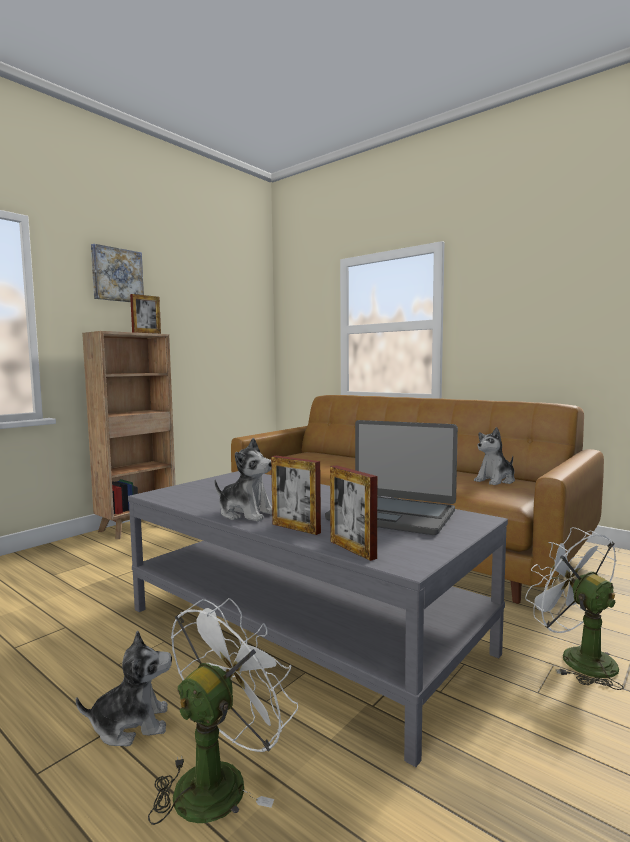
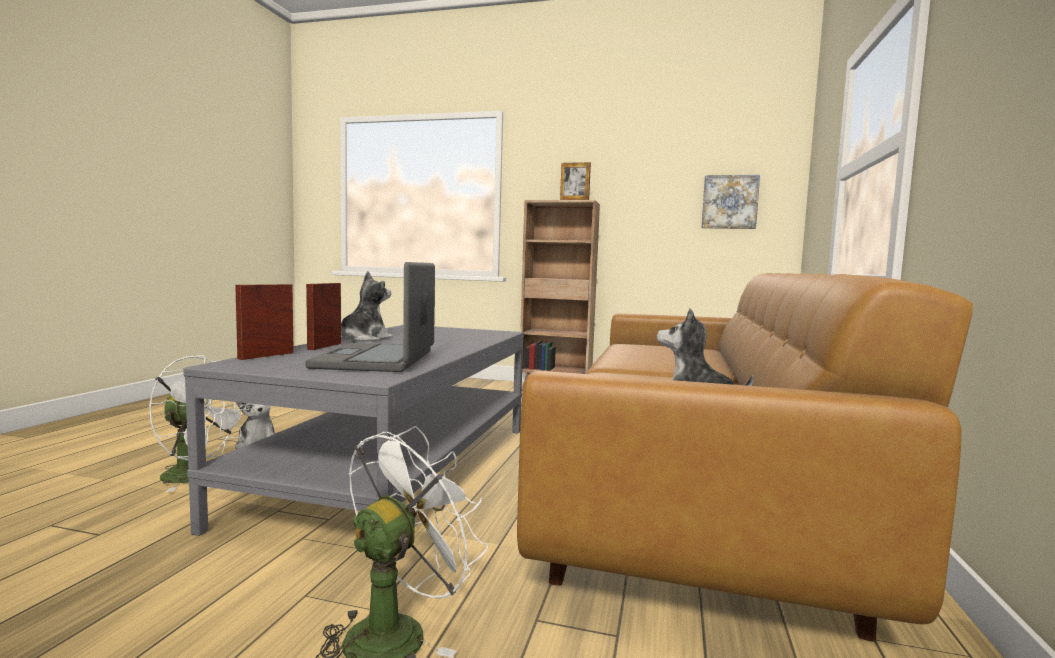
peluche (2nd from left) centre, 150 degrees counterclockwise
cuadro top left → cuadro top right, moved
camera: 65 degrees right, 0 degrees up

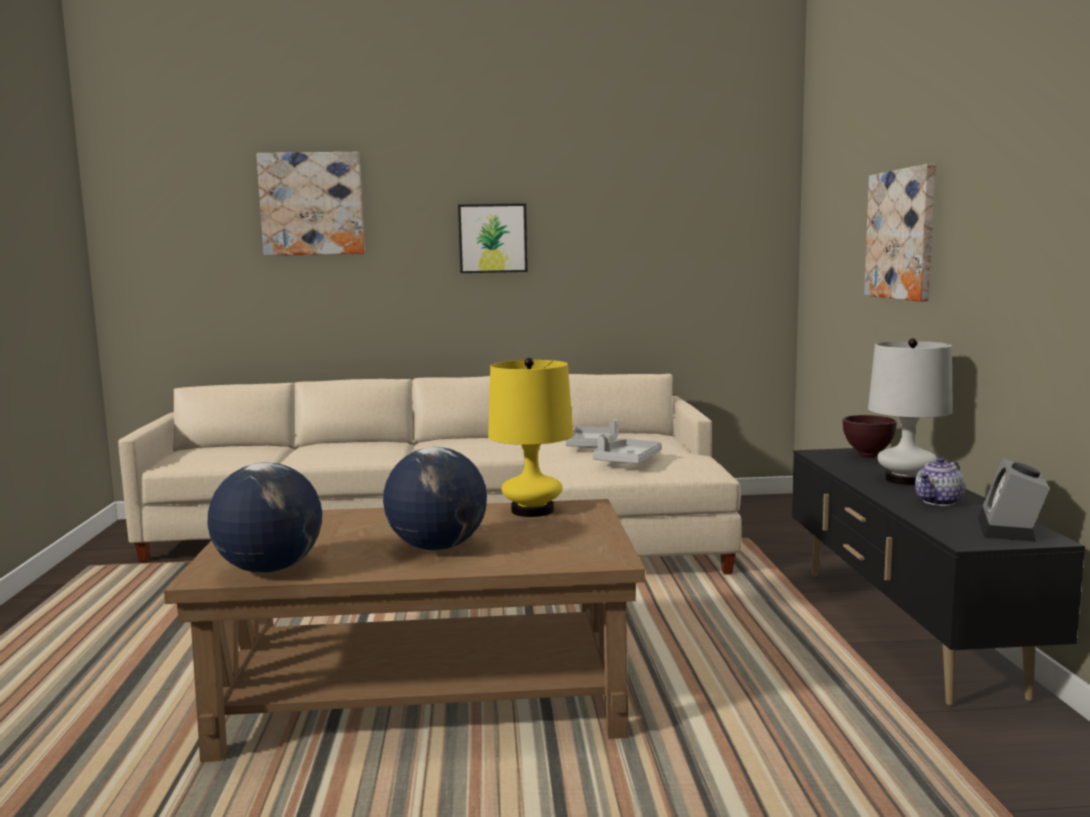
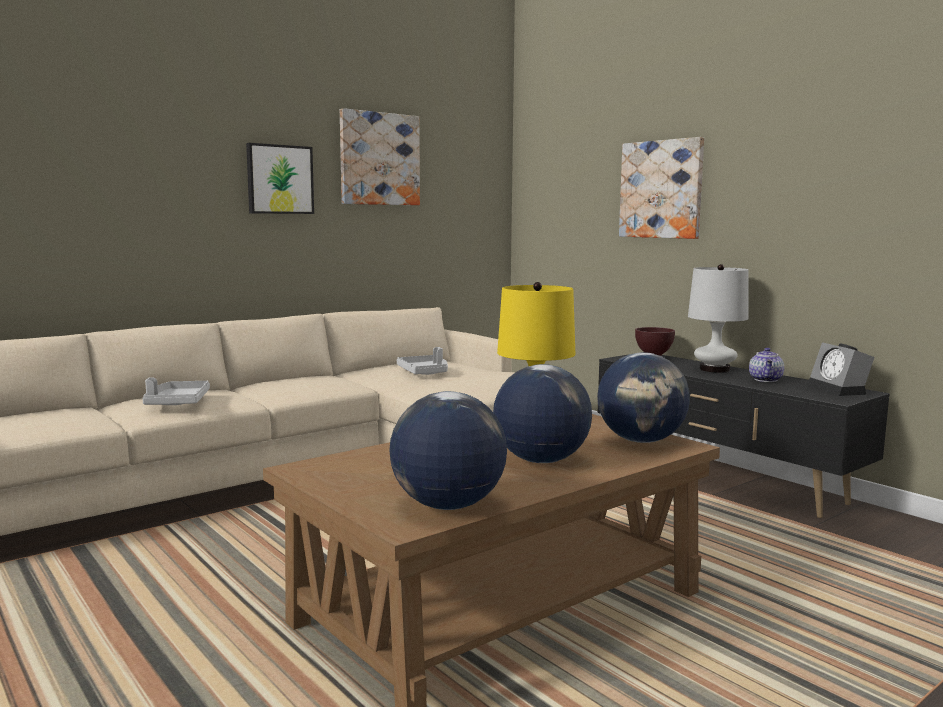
bandeja/gris (2nd from left in the first image) centre → bandeja/gris (1st from left) middle left, moved
cuadro (1st from left in the first image) top left → cuadro (2nd from left) top centre, moved
- → globo terráqueo (3rd from left) middle right
camera: 35 degrees left, 0 degrees up

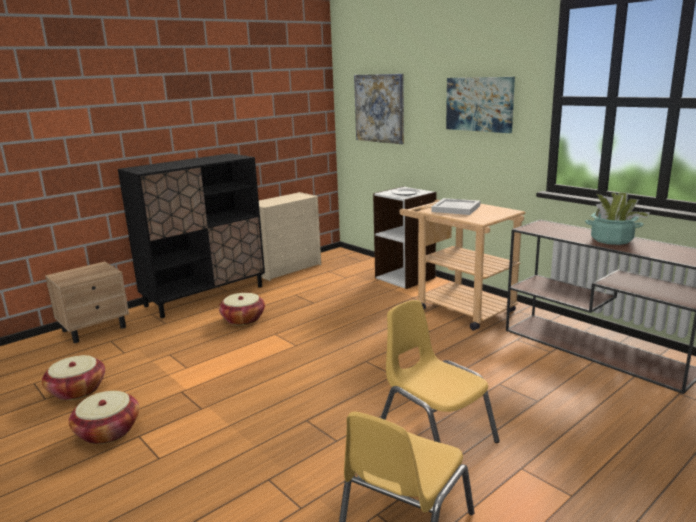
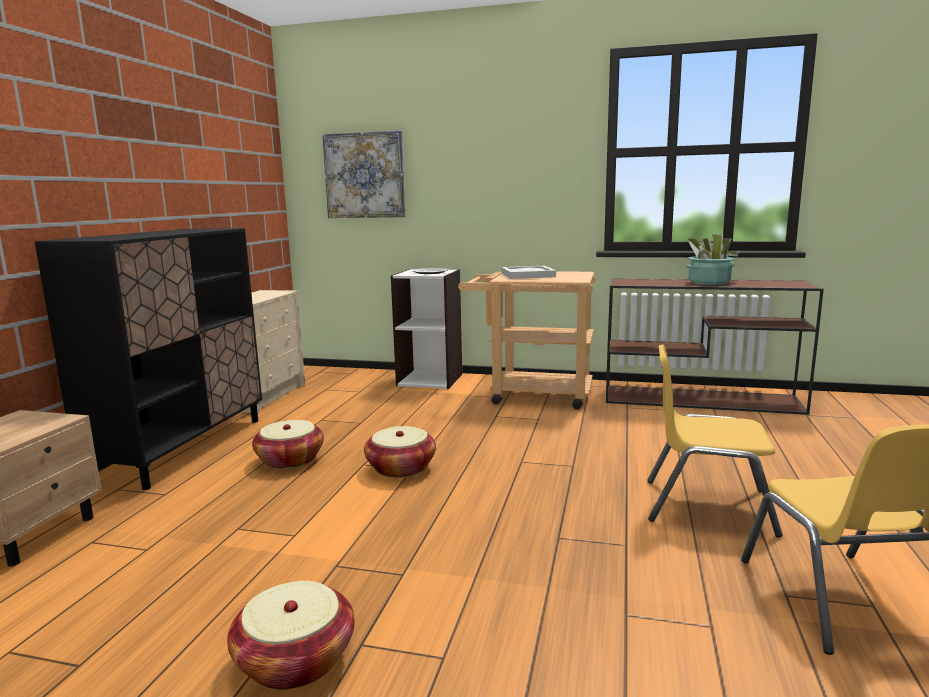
cesta (1st from left in the first image) bottom left → cesta (3rd from left) centre, moved
cuadro (2nd from left) top right → -
camera: 35 degrees left, 5 degrees down

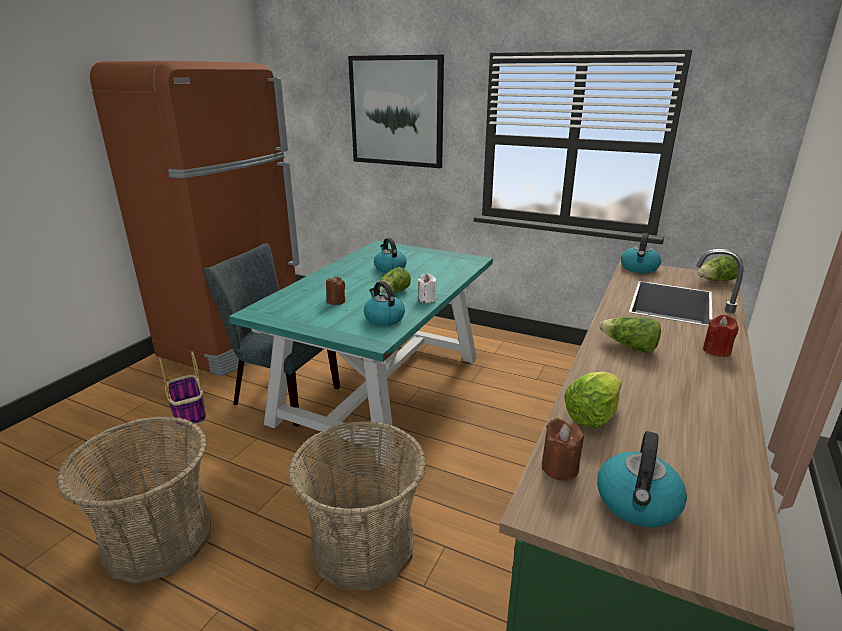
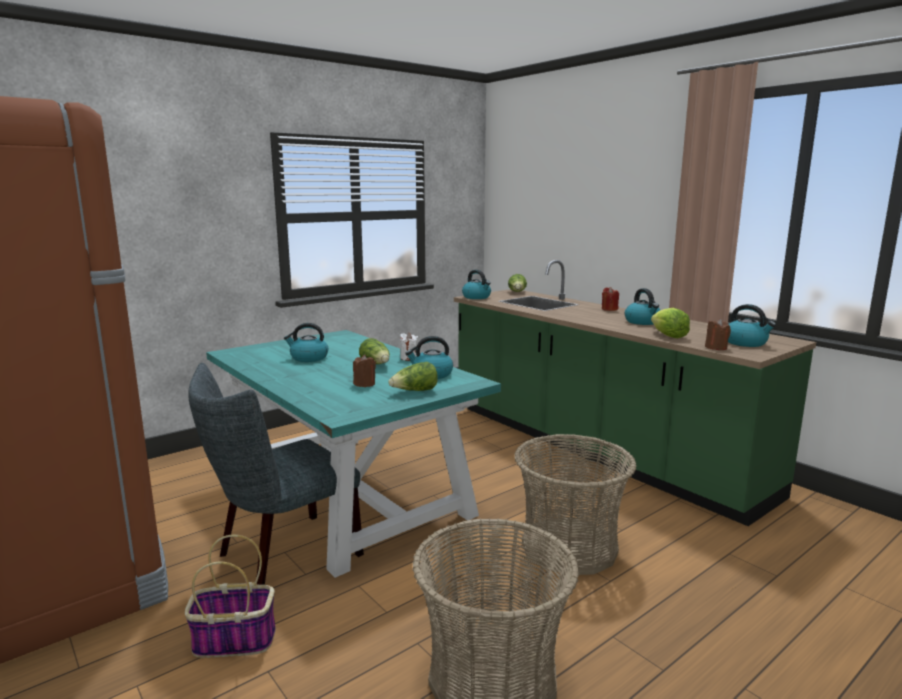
lechuga (3rd from left in the first image) middle right → lechuga (2nd from left) centre, moved
- → hervidor (4th from left) middle right
cuadro top centre → -
camera: 65 degrees left, 10 degrees down

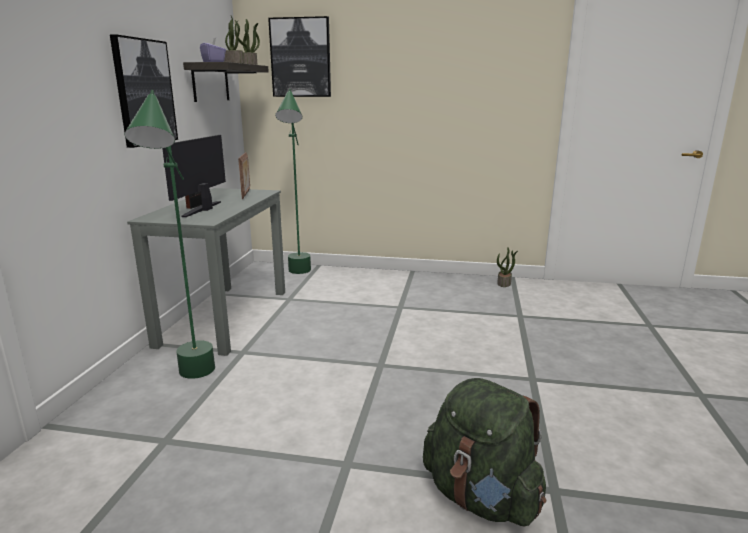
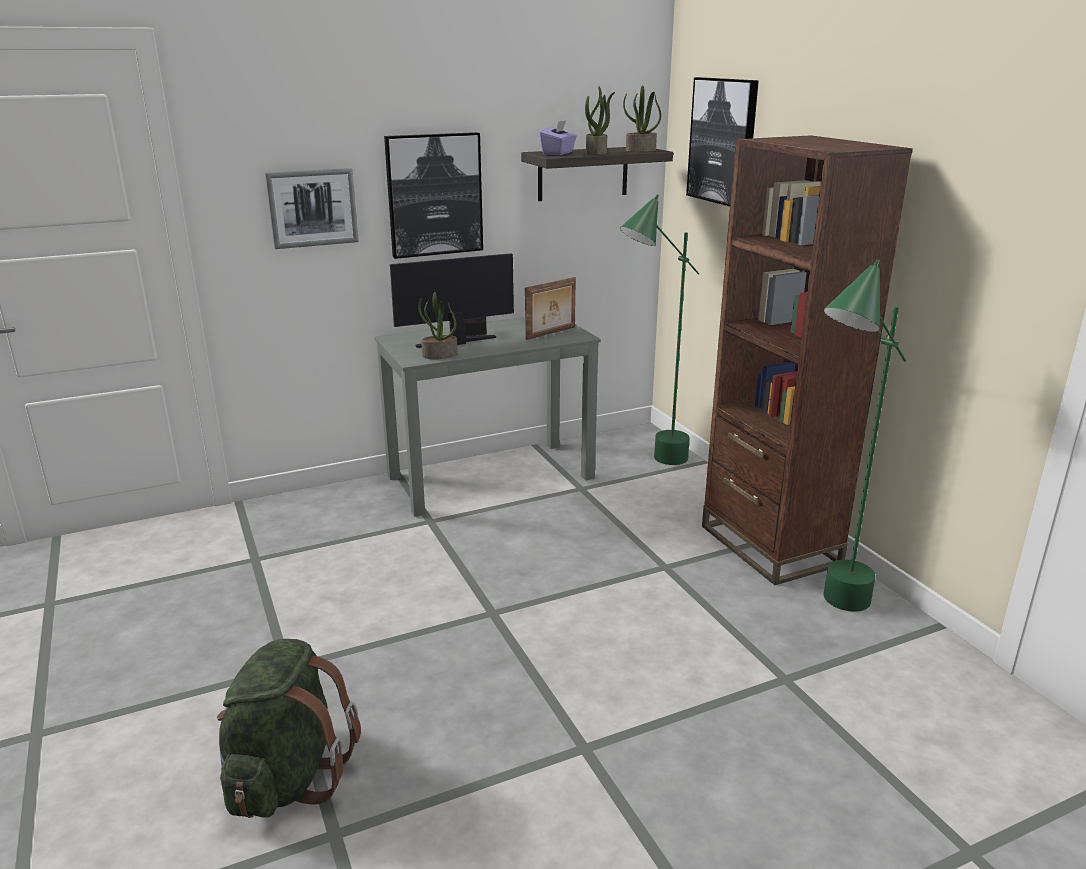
- → cuadro (1st from left) top left
planta en maceta (3rd from left in the first image) middle right → planta en maceta (1st from left) centre, moved
- → estantería/marrón middle right
lámpara de pie/verde (1st from left in the first image) middle left → lámpara de pie/verde (2nd from left) middle right, moved
camera: 55 degrees right, 5 degrees up

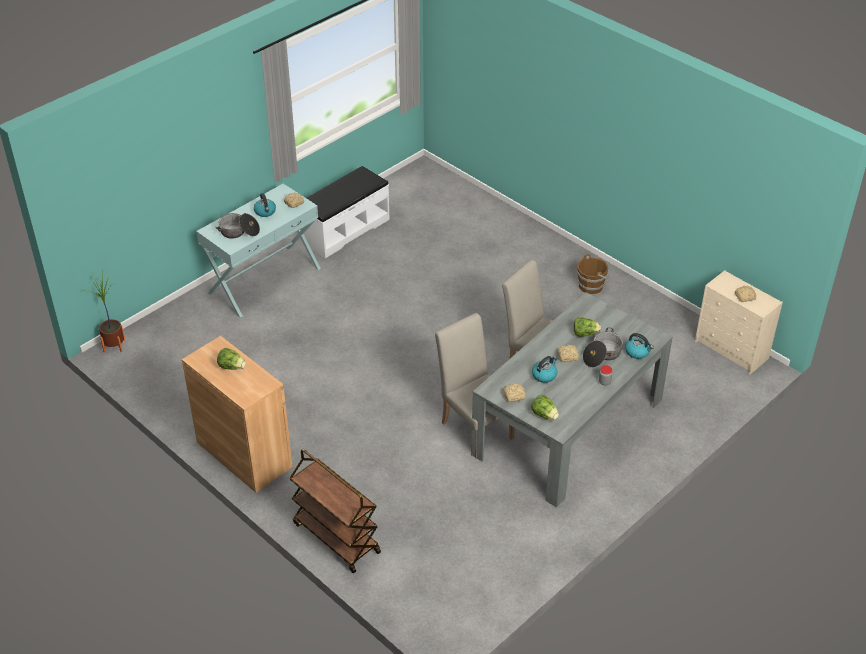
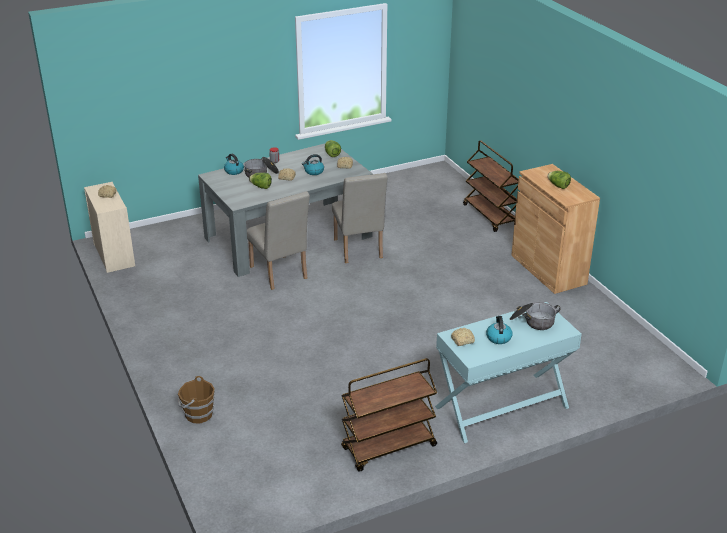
cubo/marrón middle right → cubo/marrón bottom left, moved
banco/blanco top centre → carrito/marrón (1st from left) bottom centre
planta en maceta middle left → -
camera: 160 degrees left, 10 degrees down

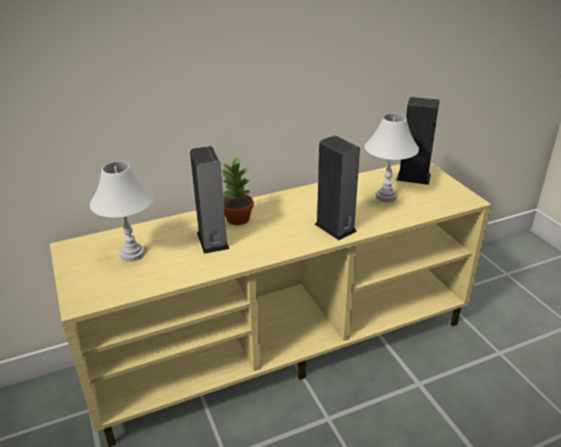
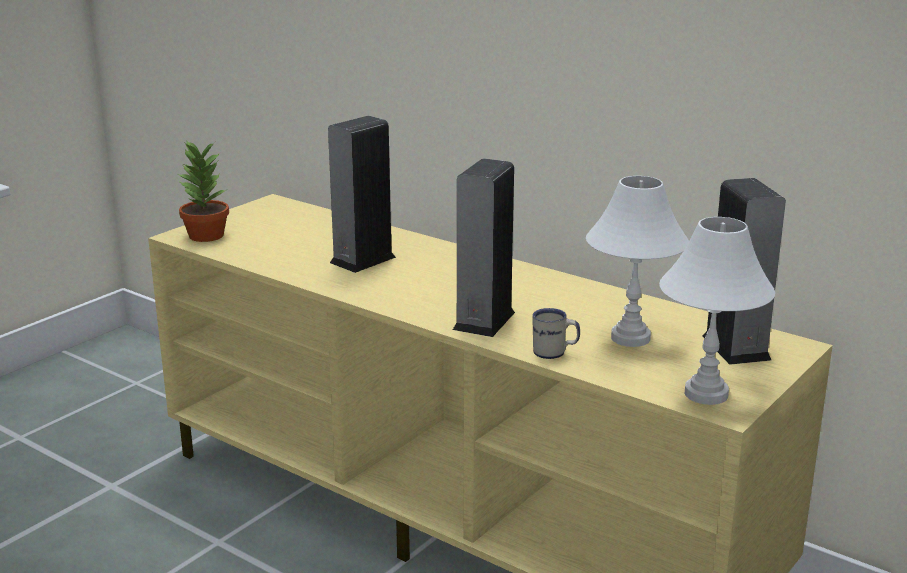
planta en maceta centre → planta en maceta middle left, moved
- → taza grande/blanco centre
lámpara de mesa/blanco (1st from left in the first image) middle left → lámpara de mesa/blanco (2nd from left) middle right, moved
camera: 60 degrees right, 10 degrees down

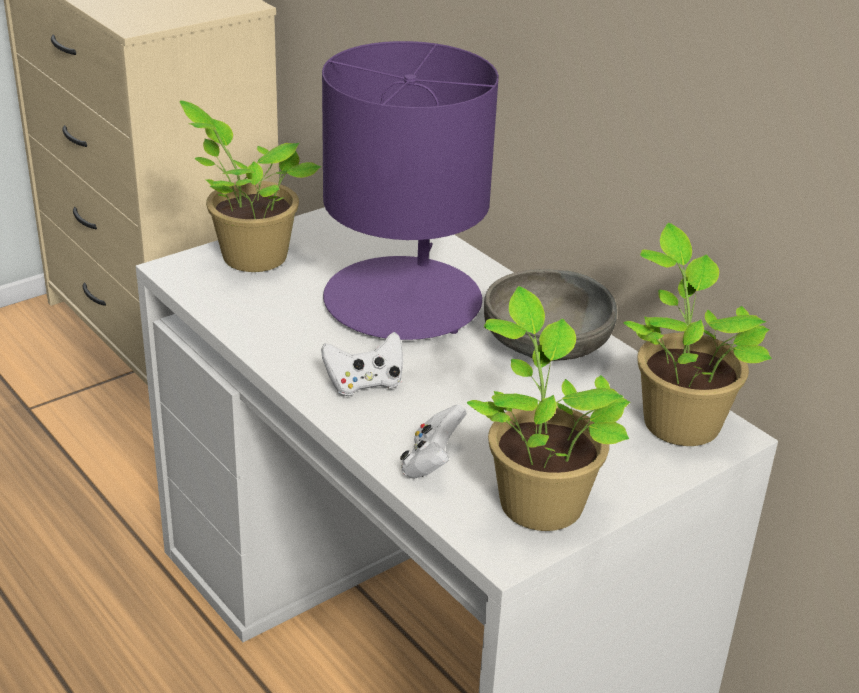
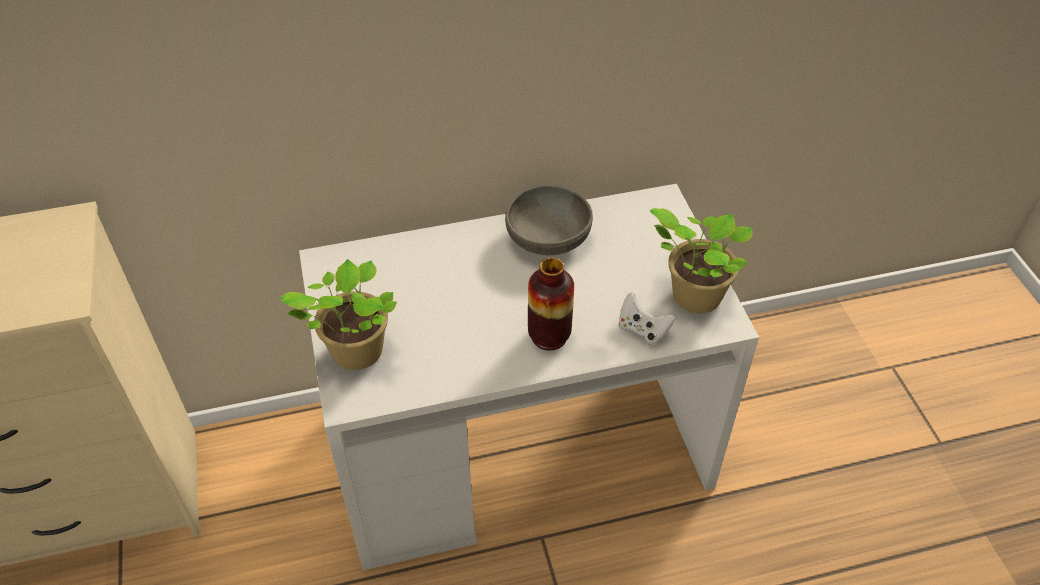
mando de consola/blanco (1st from left) centre → florero centre
lámpara de mesa/morado top centre → -
planta en maceta (3rd from left) middle right → -
camera: 65 degrees left, 15 degrees up

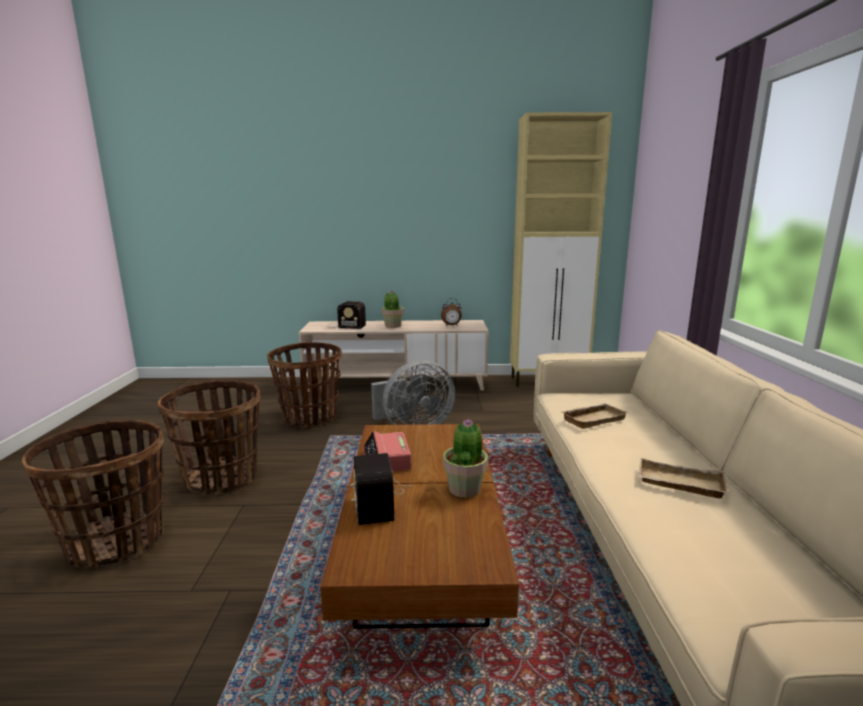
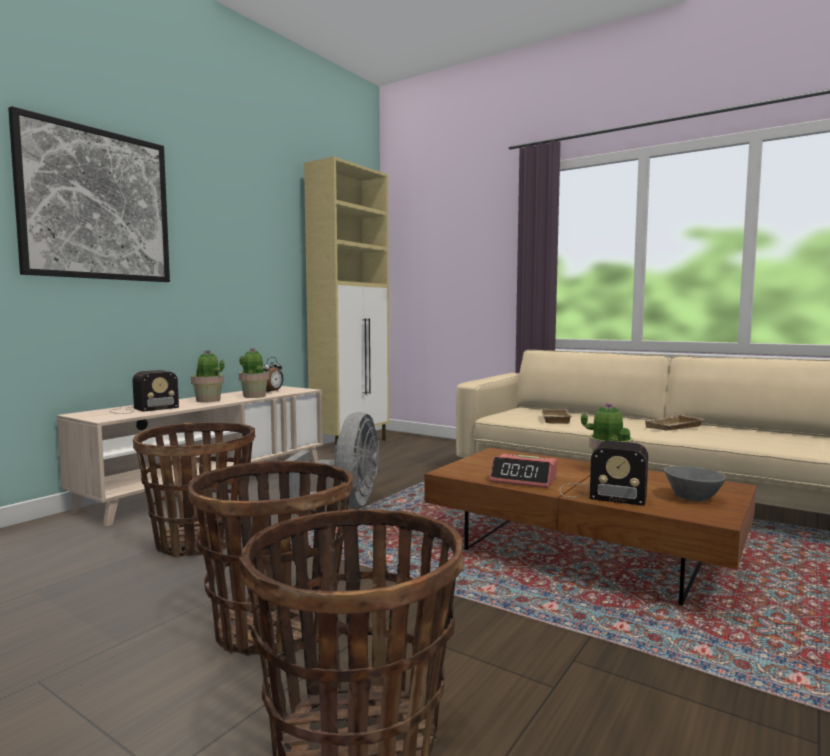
- → cuadro top left
- → planta en maceta (2nd from left) middle left
- → cuenco/gris middle right
camera: 55 degrees left, 10 degrees down

